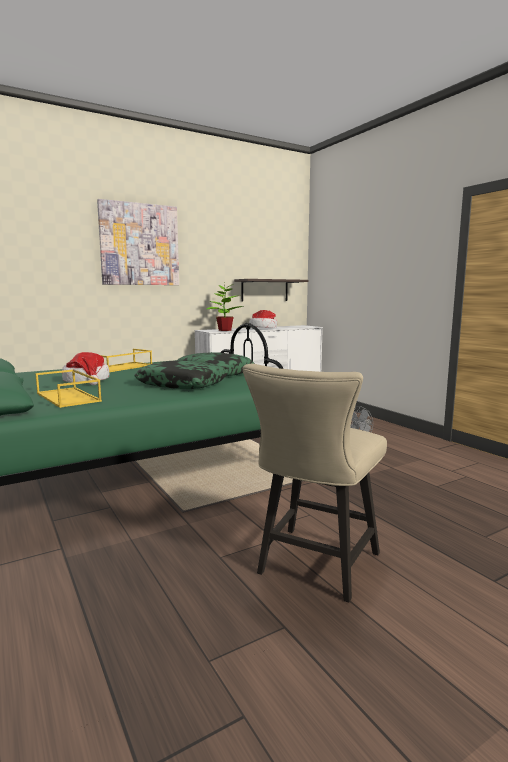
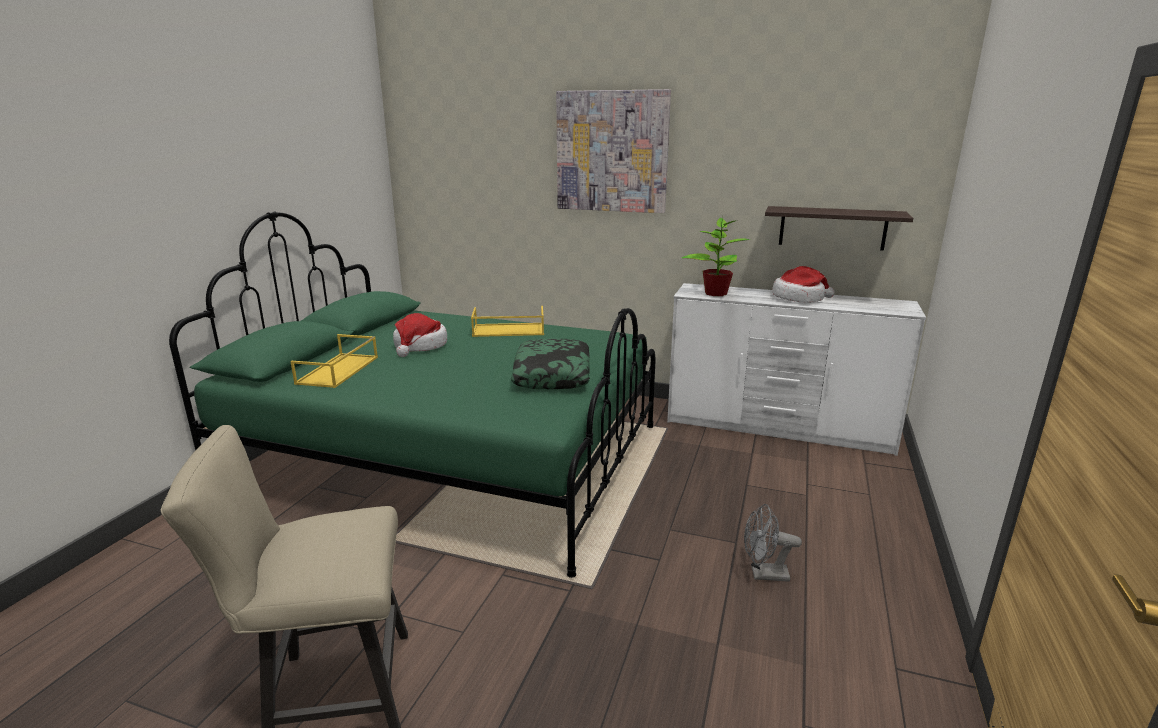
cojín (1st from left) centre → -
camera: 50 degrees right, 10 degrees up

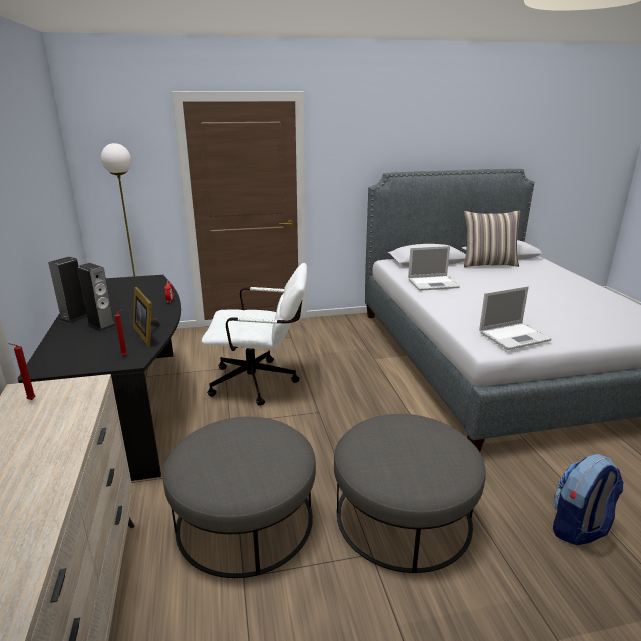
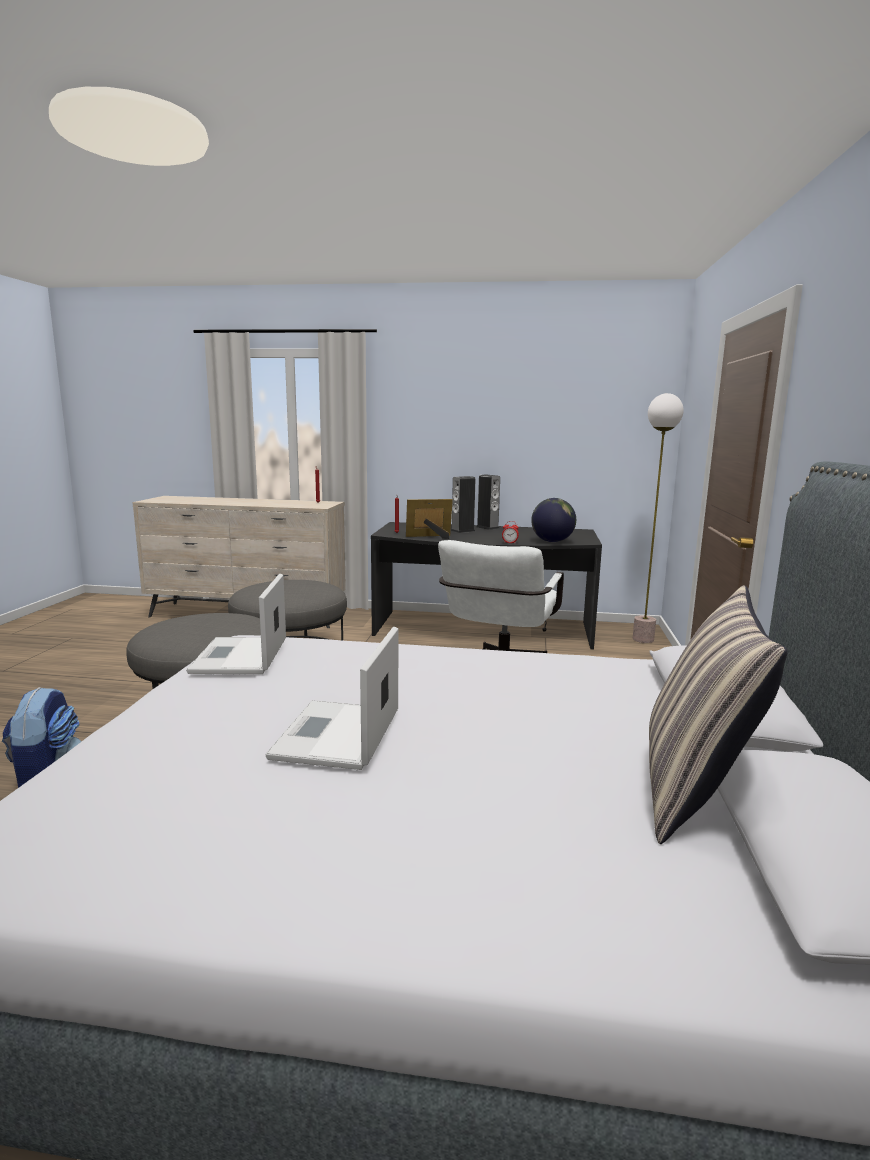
portátil (1st from left in the first image) middle right → portátil (2nd from left) centre, moved
- → globo terráqueo centre
camera: 110 degrees right, 10 degrees down

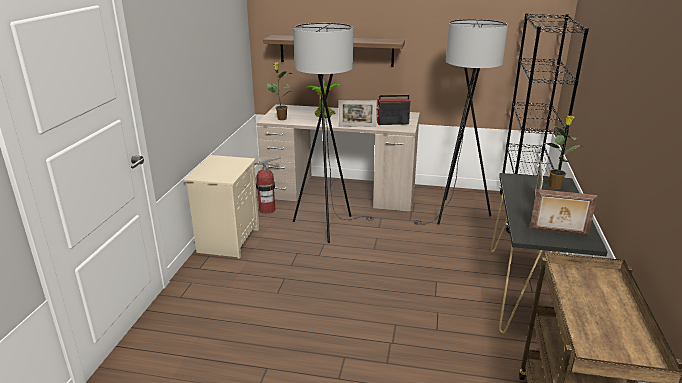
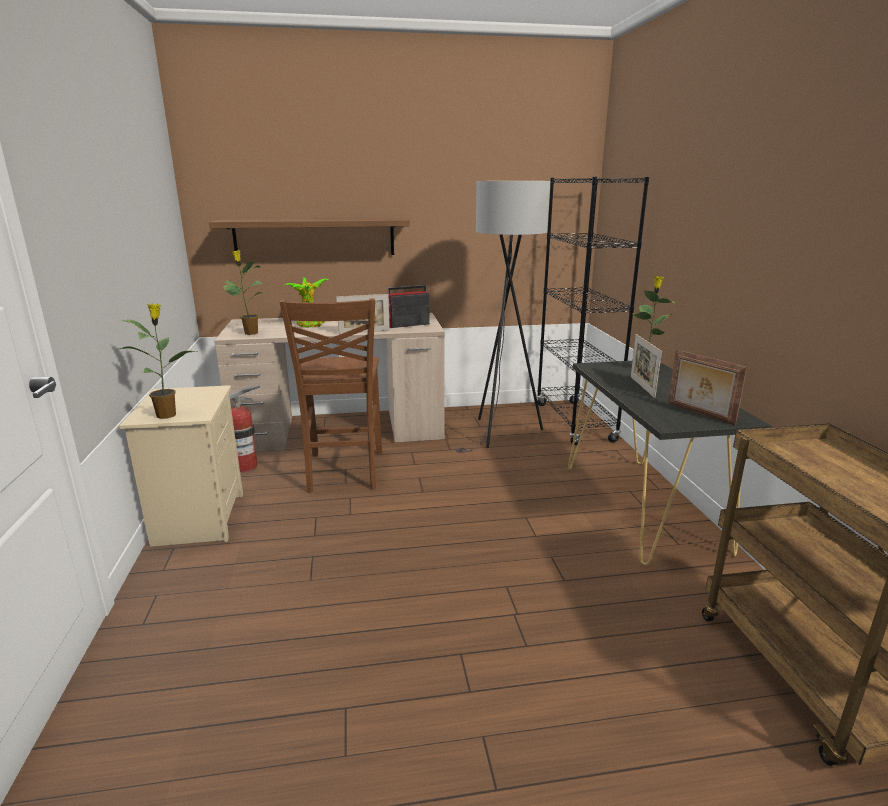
- → planta en maceta (1st from left) middle left
lámpara de pie/gris (1st from left) centre → silla/marrón centre
portarretratos (3rd from left) middle right, 60 degrees clockwise
camera: 20 degrees left, 5 degrees down

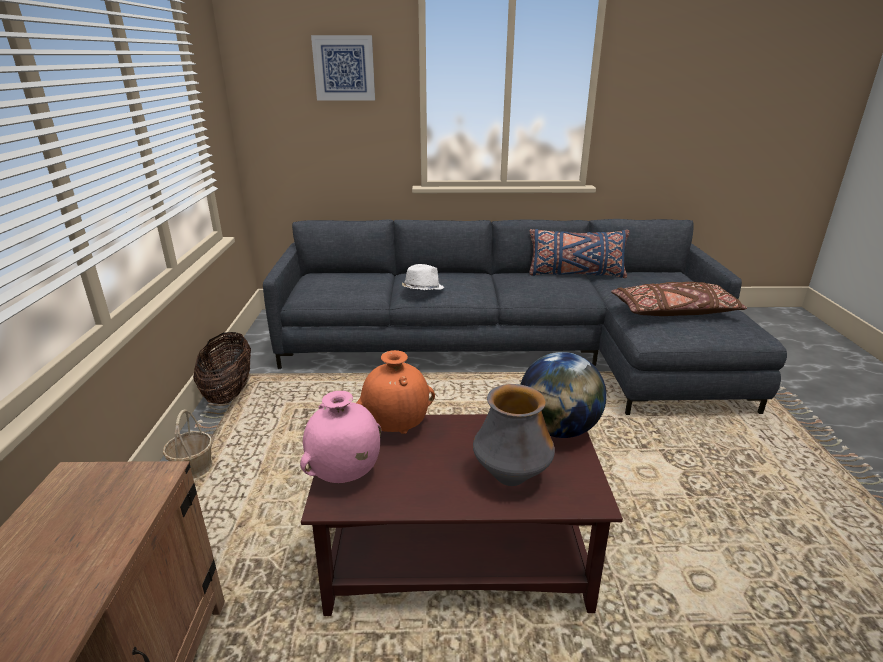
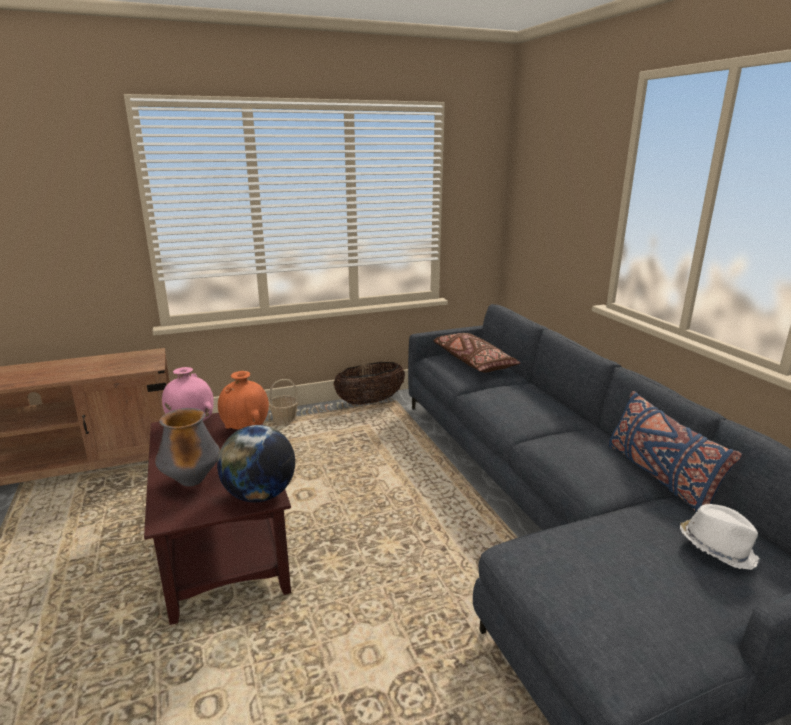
cojín/marrón middle right → cojín/marrón centre, moved
sombrero/blanco centre → sombrero/blanco bottom right, moved
cuadro top centre → -
camera: 70 degrees right, 5 degrees down

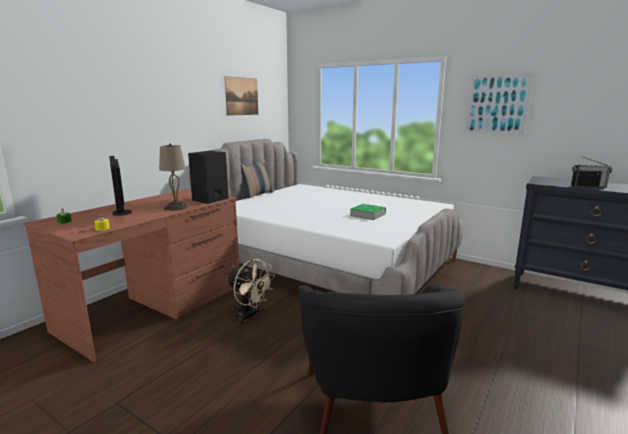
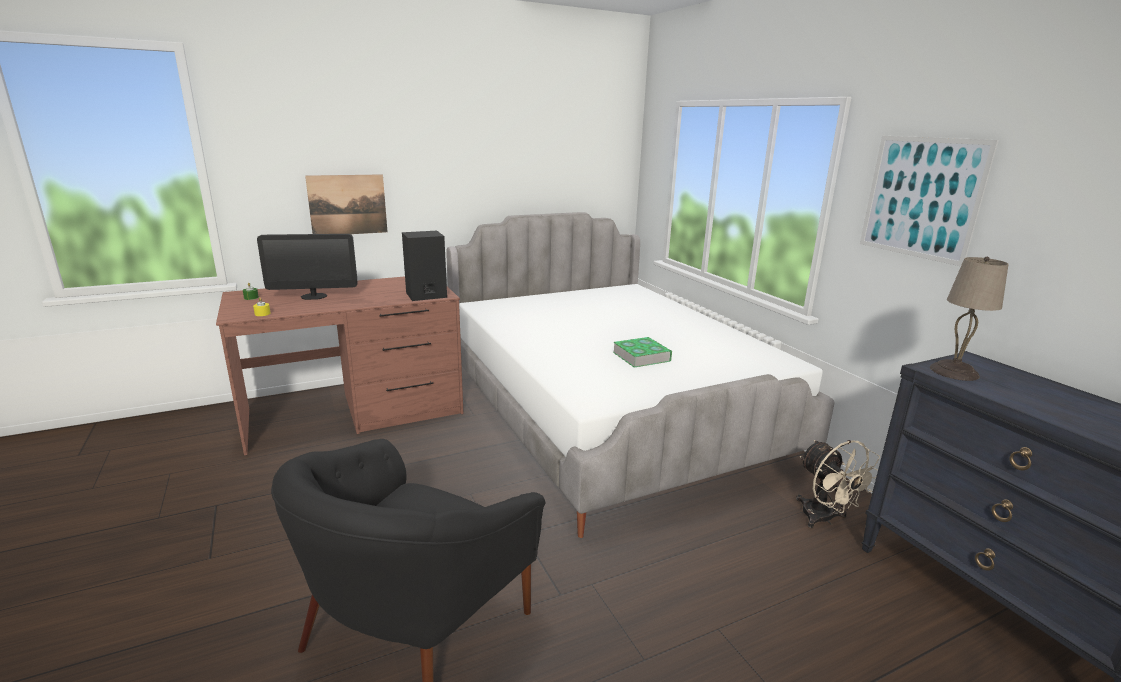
monitor middle left, 105 degrees counterclockwise
cuadro (1st from left) top centre → cuadro (1st from left) top left, moved
ventilador/beis bottom centre → ventilador/beis bottom right, moved
lámpara de mesa/beis middle left → lámpara de mesa/beis middle right, moved
cojín centre → -
radio middle right → -
camera: 30 degrees right, 5 degrees up

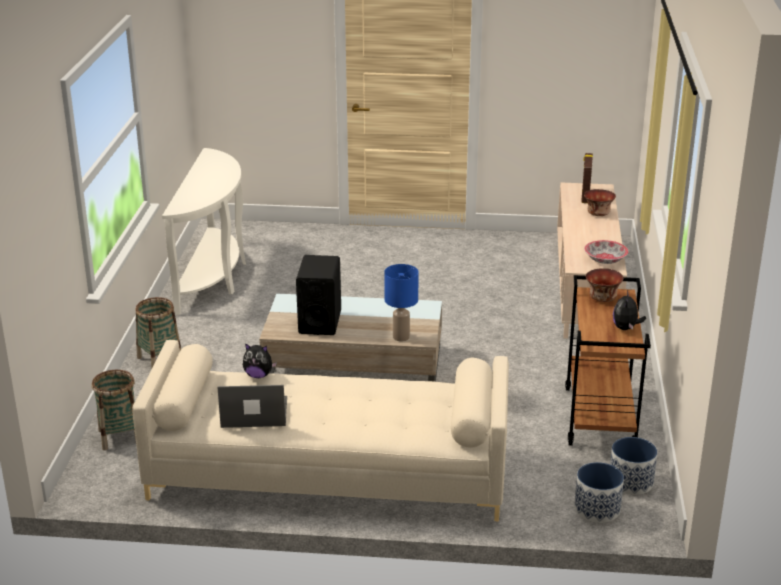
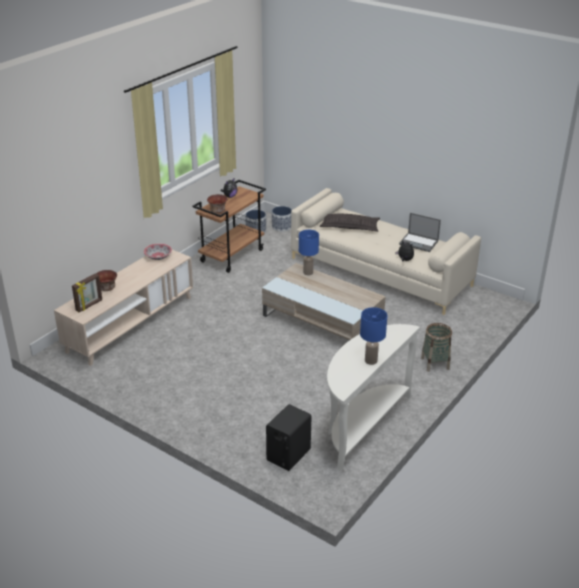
altavoz/negro centre → altavoz/negro bottom centre, moved
- → cojín centre
- → lámpara de mesa/azul (2nd from left) centre
cesta (1st from left) bottom left → -
camera: 150 degrees left, 5 degrees up

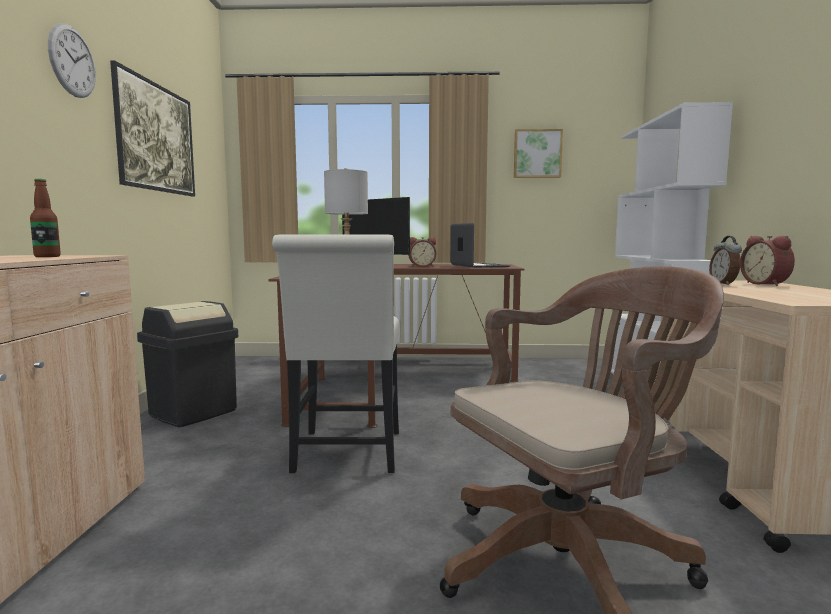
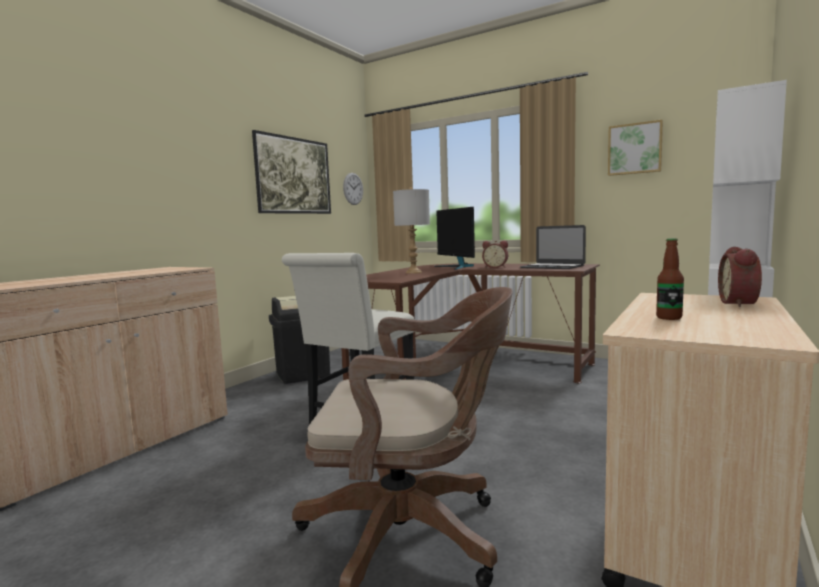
reloj de pared top left → reloj de pared top centre, moved
portátil centre → portátil middle right, 120 degrees clockwise
botella middle left → botella middle right, moved
despertador (2nd from left) middle right → -
camera: 30 degrees right, 0 degrees up

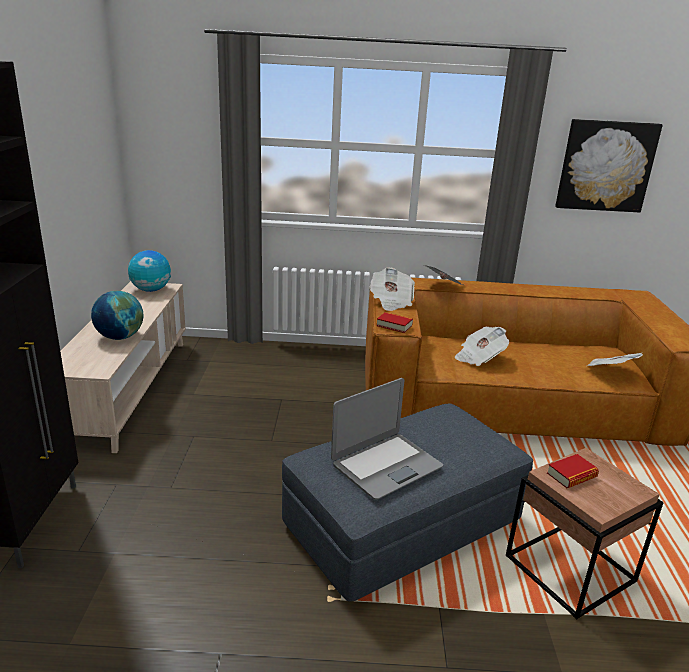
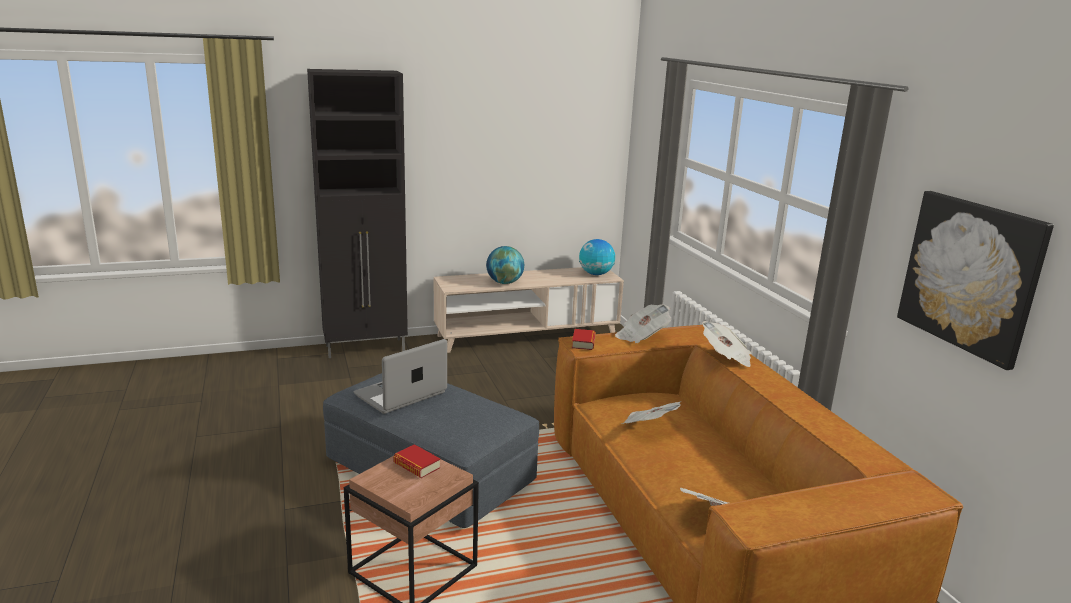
portátil centre, 105 degrees clockwise
camera: 70 degrees right, 5 degrees down

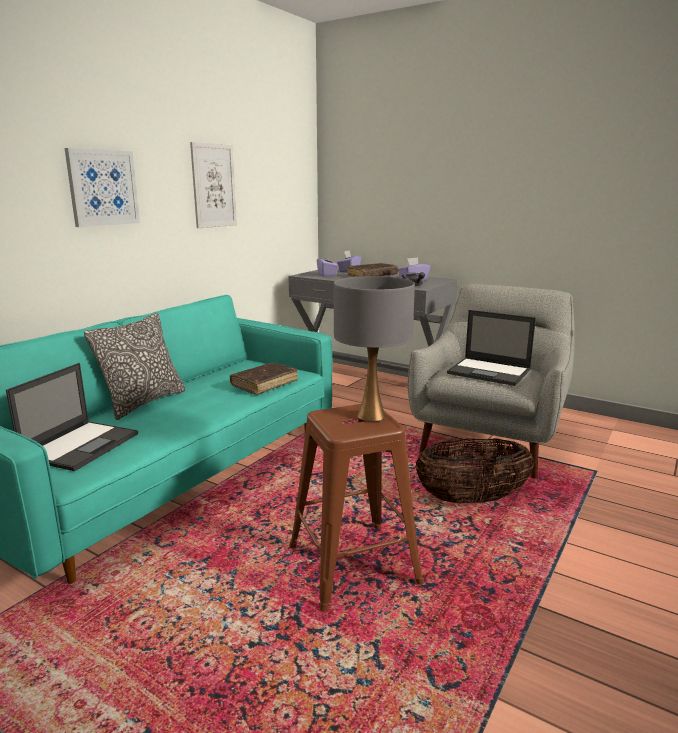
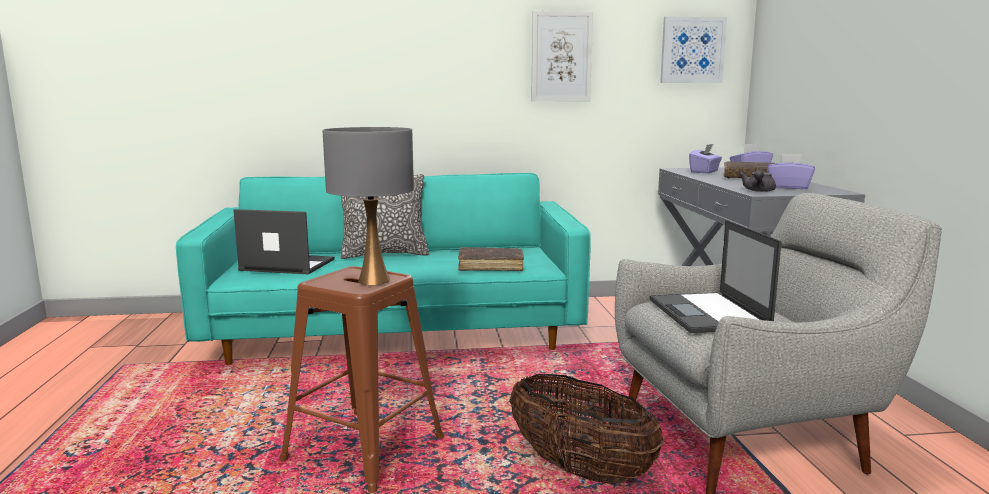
portátil (1st from left) middle left, 150 degrees counterclockwise
cuadro (1st from left in the first image) top left → cuadro (2nd from left) top right, moved
camera: 50 degrees right, 5 degrees down

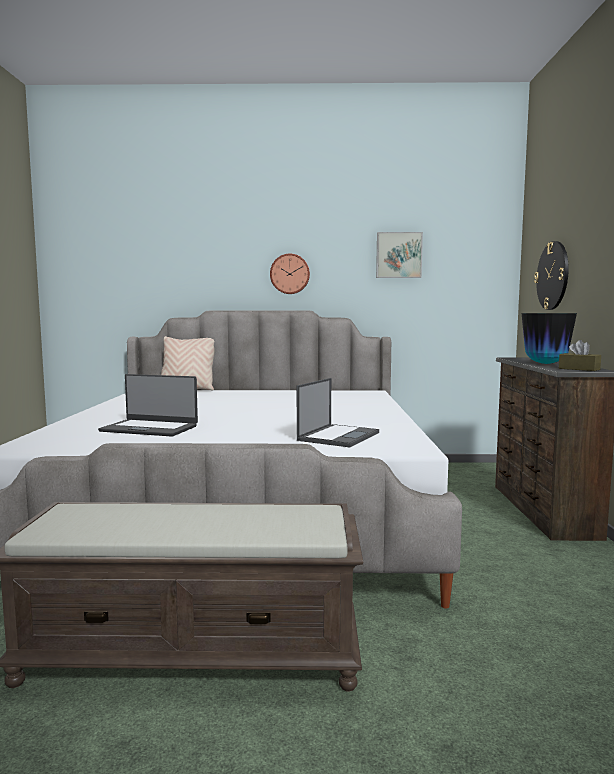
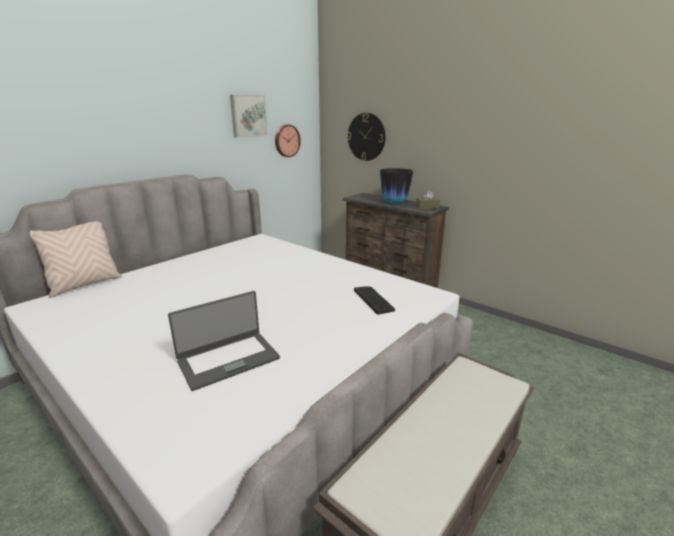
reloj de pared (1st from left) centre → reloj de pared (1st from left) top centre, moved
portátil (2nd from left) centre → teclado centre
camera: 50 degrees left, 15 degrees up

